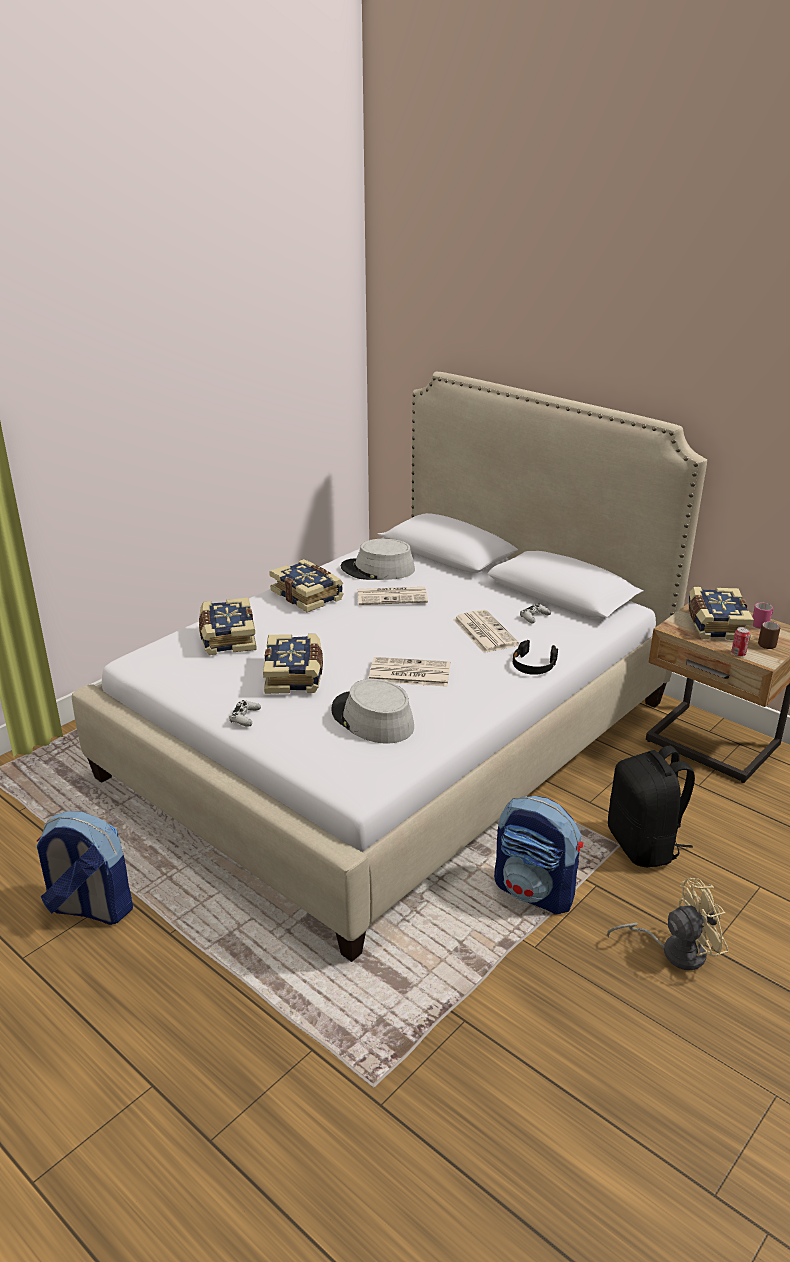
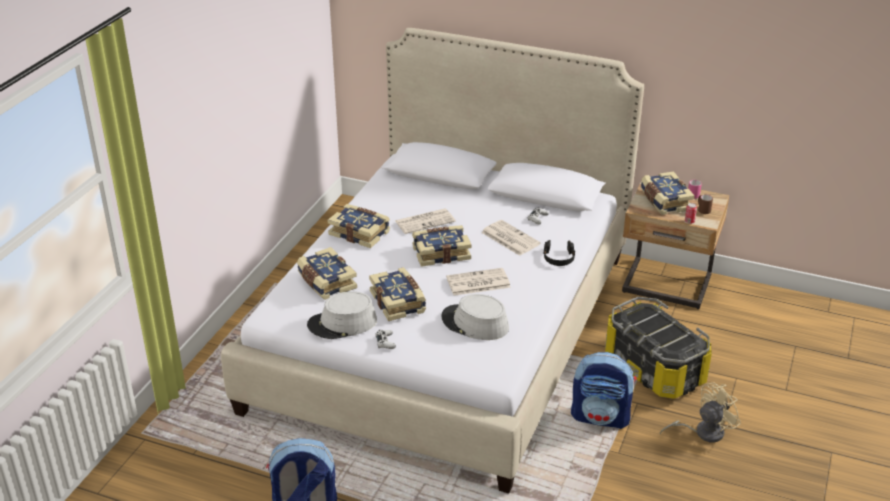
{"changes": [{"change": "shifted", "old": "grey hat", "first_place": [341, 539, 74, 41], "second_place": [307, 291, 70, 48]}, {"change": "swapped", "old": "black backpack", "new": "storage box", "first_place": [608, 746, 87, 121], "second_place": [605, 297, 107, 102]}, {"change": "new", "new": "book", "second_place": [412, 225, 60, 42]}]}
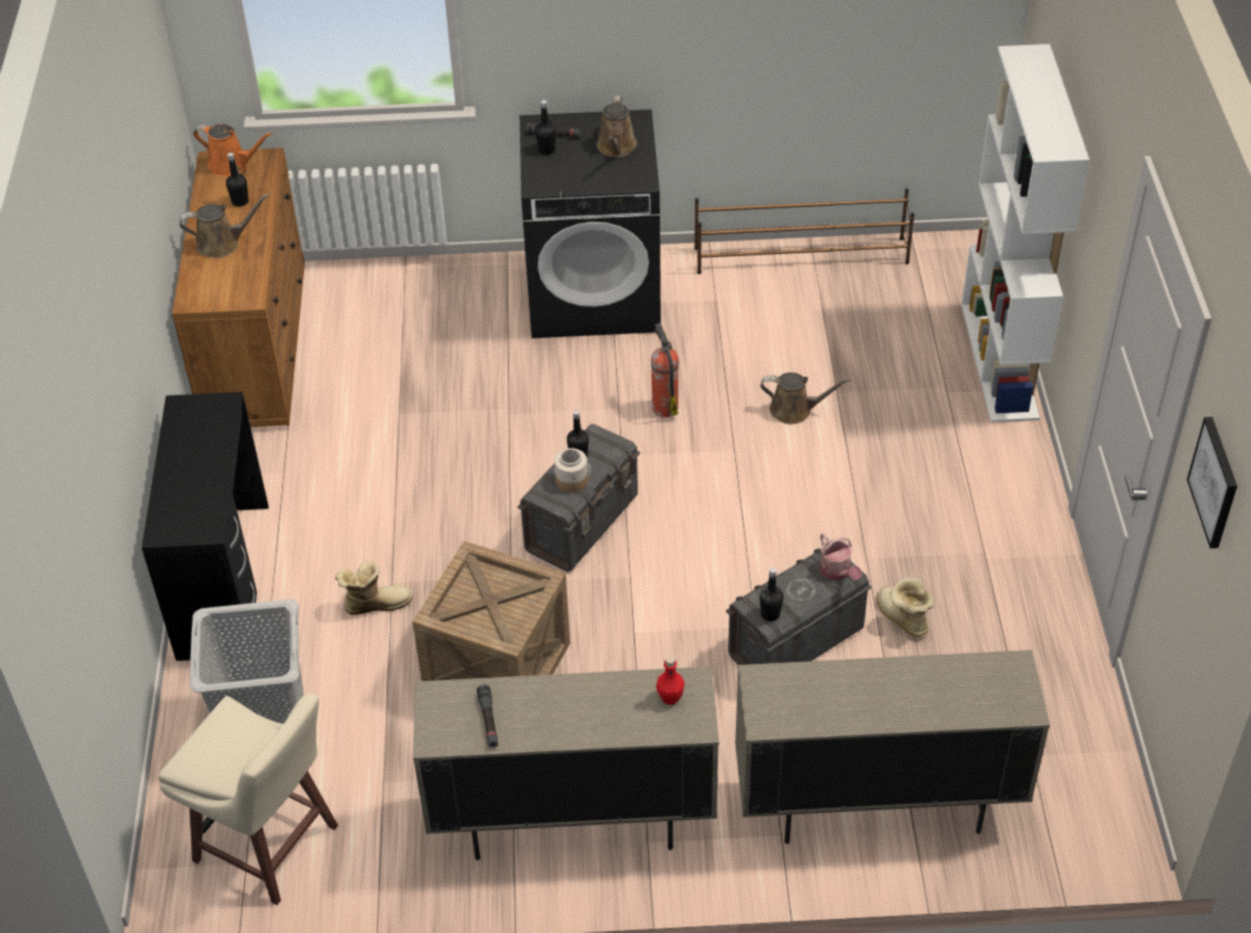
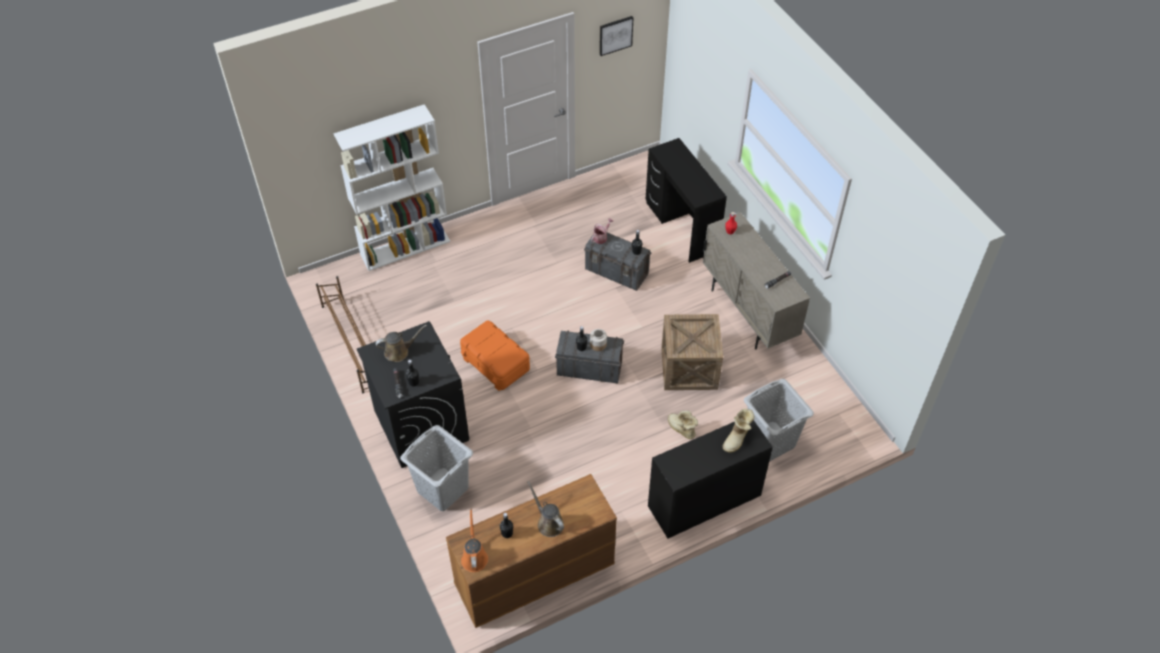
{"changes": [{"change": "gone", "old": "beige stool", "first_place": [158, 693, 180, 212]}, {"change": "swapped", "old": "fire extinguisher", "new": "orange storage box", "first_place": [651, 323, 28, 94], "second_place": [460, 321, 70, 70]}, {"change": "swapped", "old": "beige cabinet", "new": "black desk", "first_place": [735, 650, 315, 194], "second_place": [645, 138, 82, 125]}, {"change": "gone", "old": "brown watering can", "first_place": [760, 372, 91, 52]}, {"change": "shifted", "old": "boot", "first_place": [877, 578, 57, 59], "second_place": [723, 408, 32, 45]}, {"change": "new", "new": "grey laundry basket", "second_place": [400, 425, 73, 86]}]}
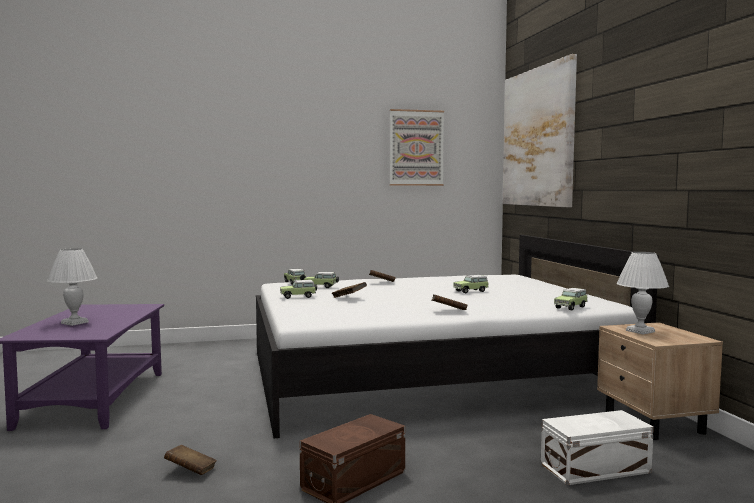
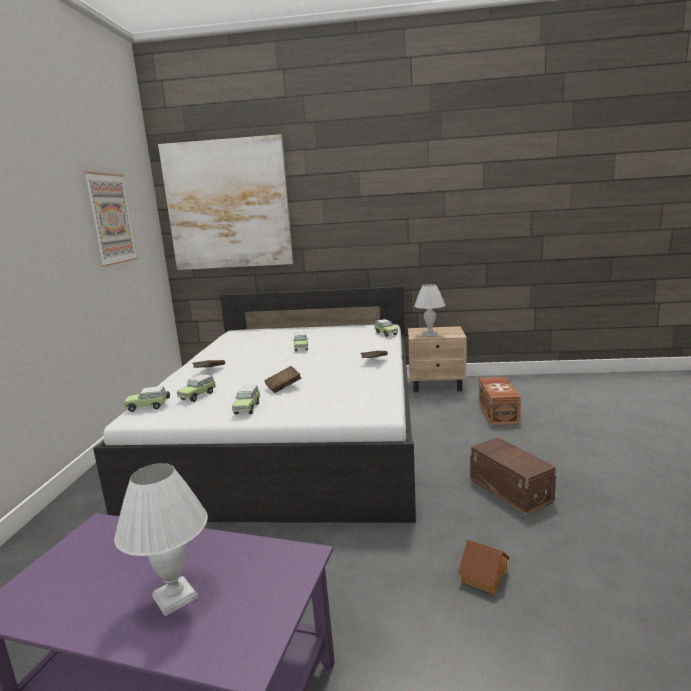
{"changes": [{"change": "swapped", "old": "brown book", "new": "toy house", "first_place": [164, 445, 53, 30], "second_place": [458, 539, 51, 56]}, {"change": "repainted", "old": "white storage box", "new": "brown storage box", "first_place": [541, 410, 113, 75], "second_place": [479, 377, 42, 48]}]}
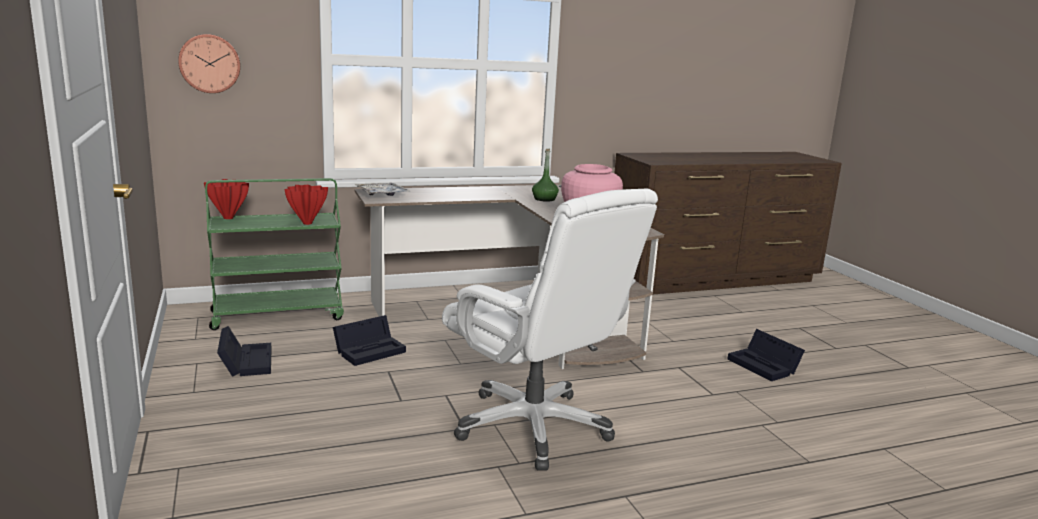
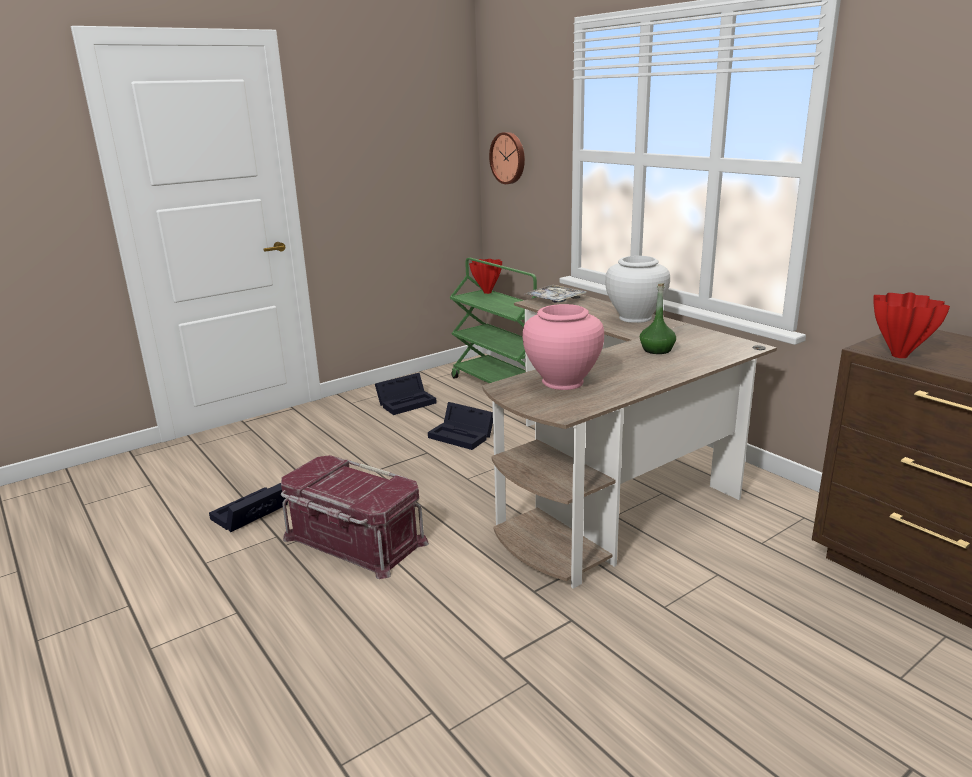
{"changes": [{"change": "shifted", "old": "red vase", "first_place": [284, 185, 44, 40], "second_place": [874, 292, 76, 66]}, {"change": "swapped", "old": "white office chair", "new": "red storage box", "first_place": [442, 189, 216, 282], "second_place": [281, 455, 148, 124]}, {"change": "shifted", "old": "black storage box", "first_place": [727, 329, 78, 52], "second_place": [209, 483, 79, 49]}, {"change": "new", "new": "white vase", "second_place": [605, 256, 65, 67]}]}
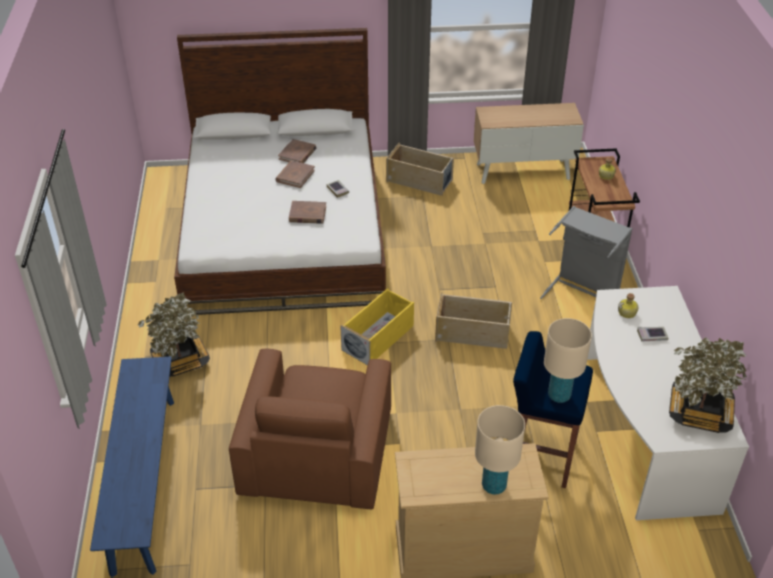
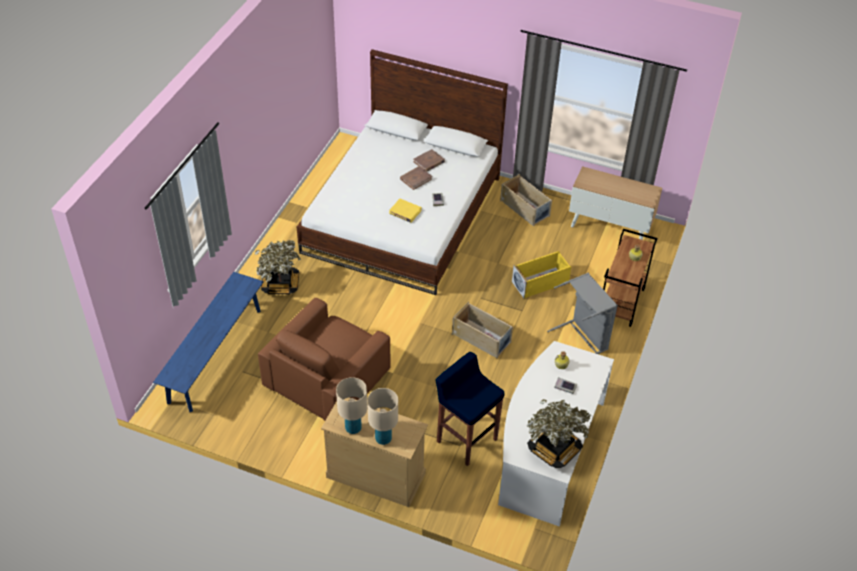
{"changes": [{"change": "repainted", "old": "brown book", "new": "yellow book", "first_place": [289, 201, 37, 23], "second_place": [389, 199, 33, 24]}, {"change": "shifted", "old": "yellow storage box", "first_place": [340, 288, 74, 78], "second_place": [512, 251, 59, 48]}, {"change": "shifted", "old": "beige table lamp", "first_place": [544, 318, 48, 85], "second_place": [336, 377, 31, 57]}]}
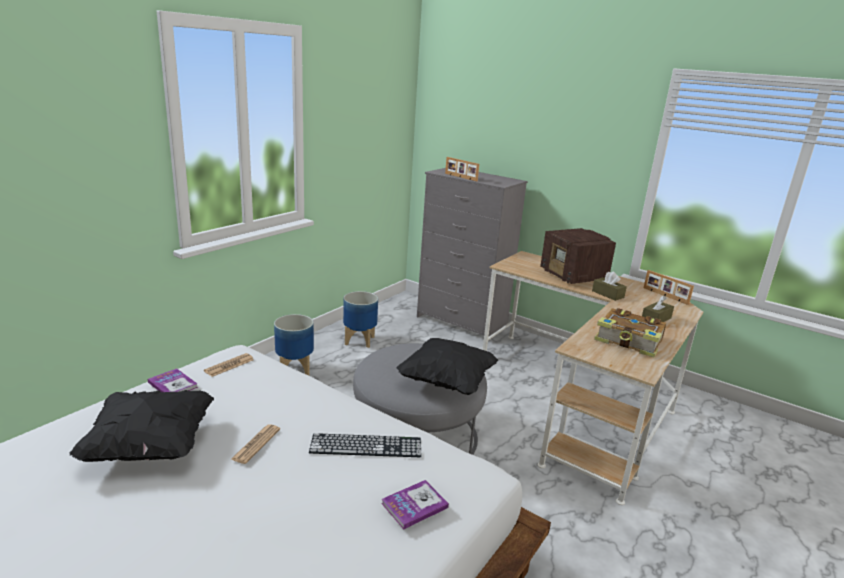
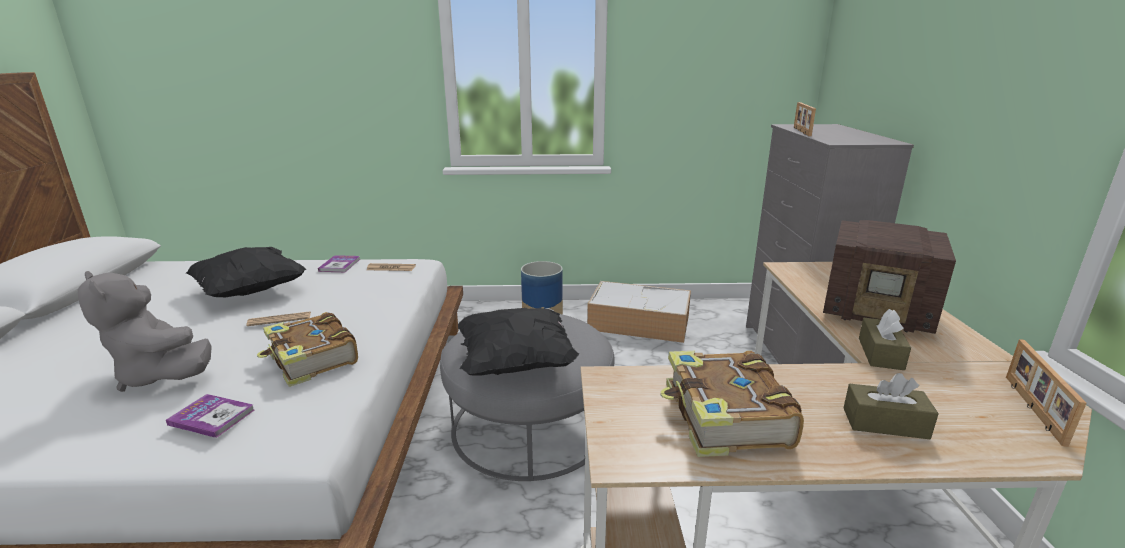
{"changes": [{"change": "swapped", "old": "keyboard", "new": "book", "first_place": [309, 433, 113, 24], "second_place": [257, 312, 101, 75]}, {"change": "swapped", "old": "planter", "new": "storage box", "first_place": [343, 291, 35, 57], "second_place": [587, 281, 104, 62]}, {"change": "rotated", "old": "radio", "first_place": [540, 228, 76, 56], "second_place": [823, 220, 133, 114], "degrees": -90}, {"change": "new", "new": "grey plush toy", "second_place": [78, 271, 134, 121]}]}
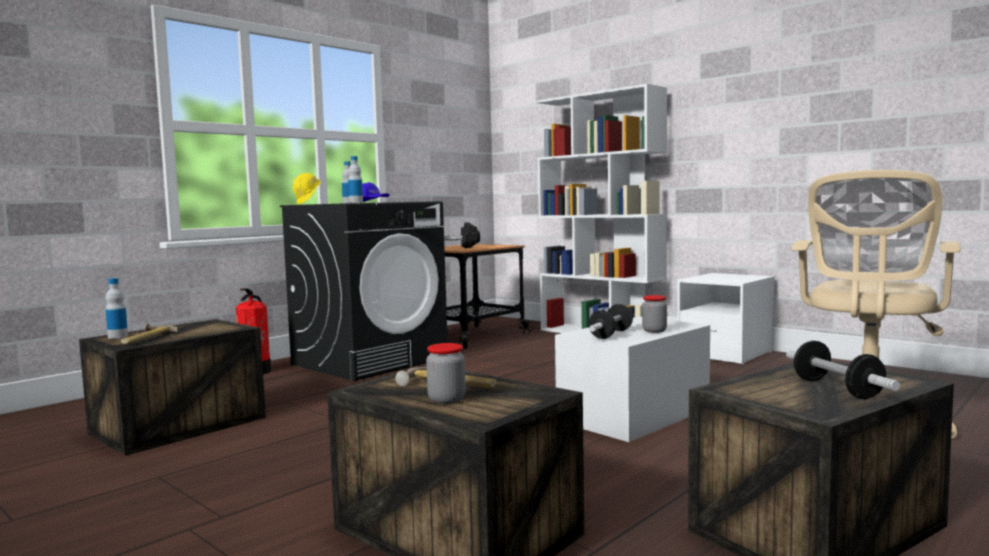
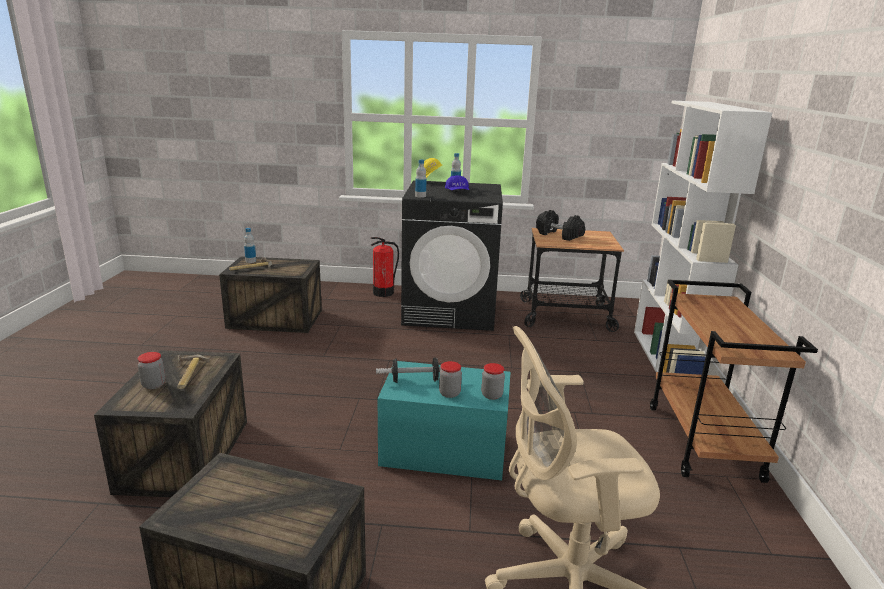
{"changes": [{"change": "repainted", "old": "white storage box", "new": "turquoise storage box", "first_place": [555, 316, 155, 126], "second_place": [378, 361, 133, 119]}, {"change": "swapped", "old": "white nightstand", "new": "brown cart", "first_place": [677, 273, 98, 92], "second_place": [650, 280, 168, 203]}, {"change": "gone", "old": "dumbbell", "first_place": [786, 340, 114, 59]}, {"change": "new", "new": "jar", "second_place": [482, 363, 23, 37]}]}
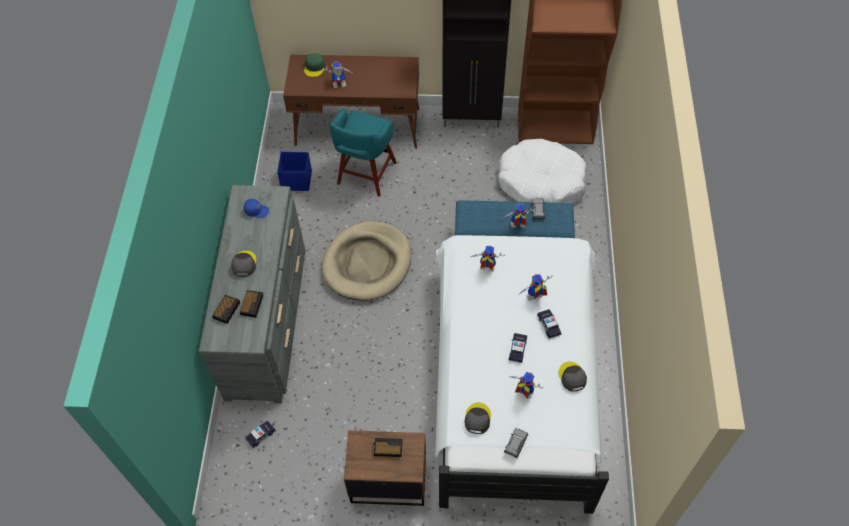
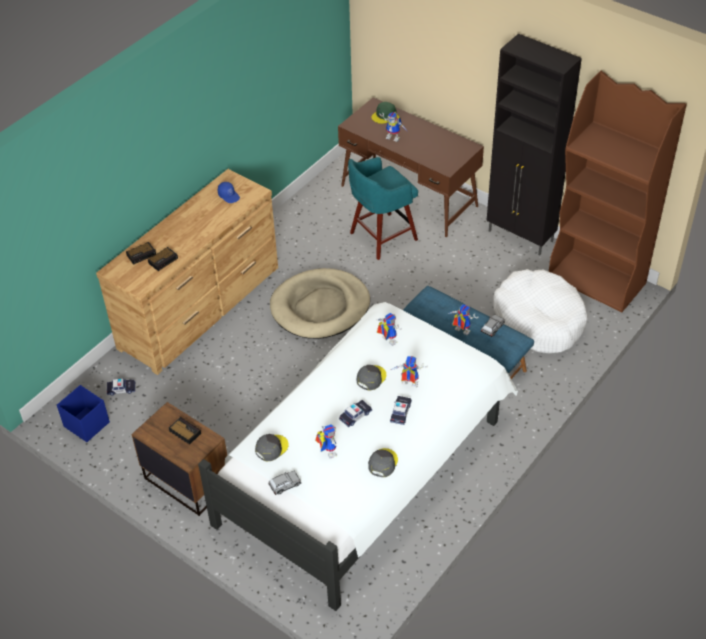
{"changes": [{"change": "repainted", "old": "grey dresser", "new": "brown dresser", "first_place": [199, 185, 106, 218], "second_place": [96, 169, 182, 206]}, {"change": "shifted", "old": "grey cap", "first_place": [231, 250, 26, 27], "second_place": [357, 365, 29, 26]}, {"change": "shifted", "old": "blue storage box", "first_place": [277, 152, 35, 39], "second_place": [57, 385, 53, 57]}]}
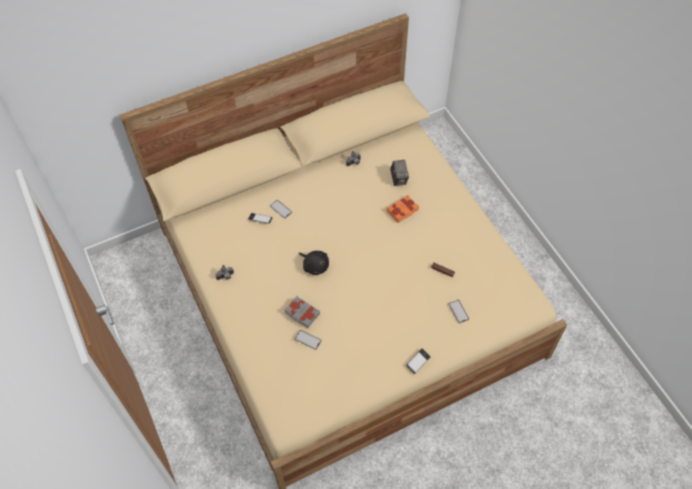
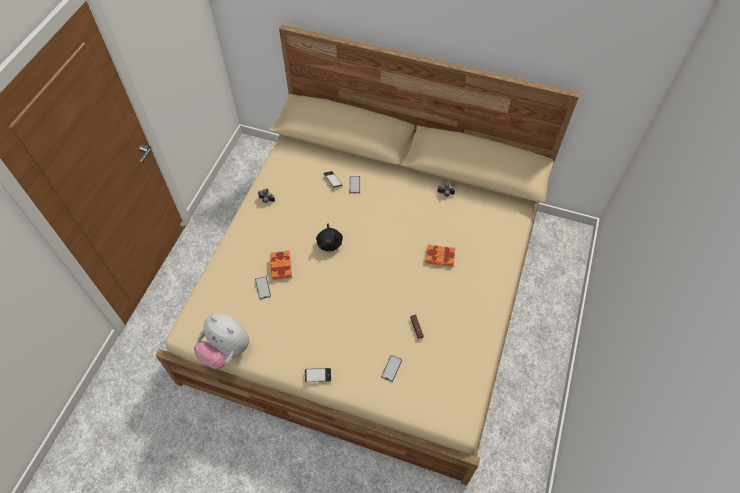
{"changes": [{"change": "repainted", "old": "grey book", "new": "orange book", "first_place": [285, 296, 35, 32], "second_place": [270, 250, 22, 30]}, {"change": "gone", "old": "photo camera", "first_place": [390, 160, 19, 26]}, {"change": "new", "new": "plush toy", "second_place": [194, 313, 56, 56]}]}
